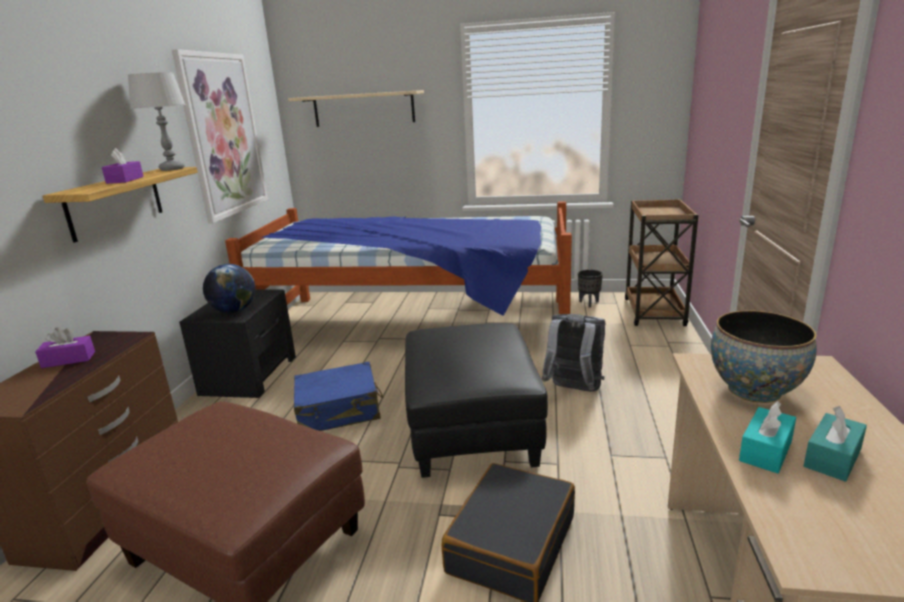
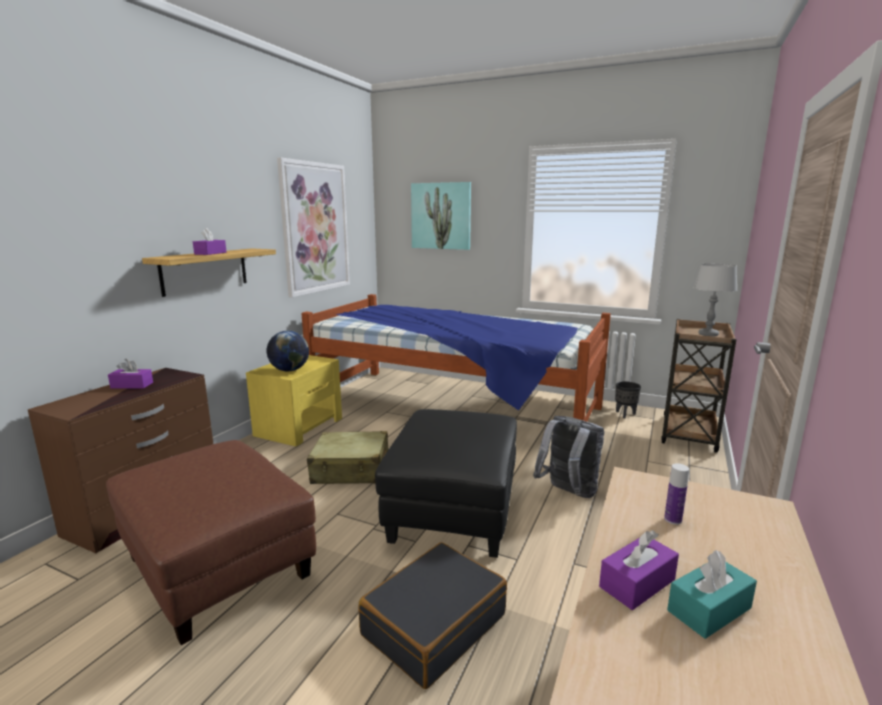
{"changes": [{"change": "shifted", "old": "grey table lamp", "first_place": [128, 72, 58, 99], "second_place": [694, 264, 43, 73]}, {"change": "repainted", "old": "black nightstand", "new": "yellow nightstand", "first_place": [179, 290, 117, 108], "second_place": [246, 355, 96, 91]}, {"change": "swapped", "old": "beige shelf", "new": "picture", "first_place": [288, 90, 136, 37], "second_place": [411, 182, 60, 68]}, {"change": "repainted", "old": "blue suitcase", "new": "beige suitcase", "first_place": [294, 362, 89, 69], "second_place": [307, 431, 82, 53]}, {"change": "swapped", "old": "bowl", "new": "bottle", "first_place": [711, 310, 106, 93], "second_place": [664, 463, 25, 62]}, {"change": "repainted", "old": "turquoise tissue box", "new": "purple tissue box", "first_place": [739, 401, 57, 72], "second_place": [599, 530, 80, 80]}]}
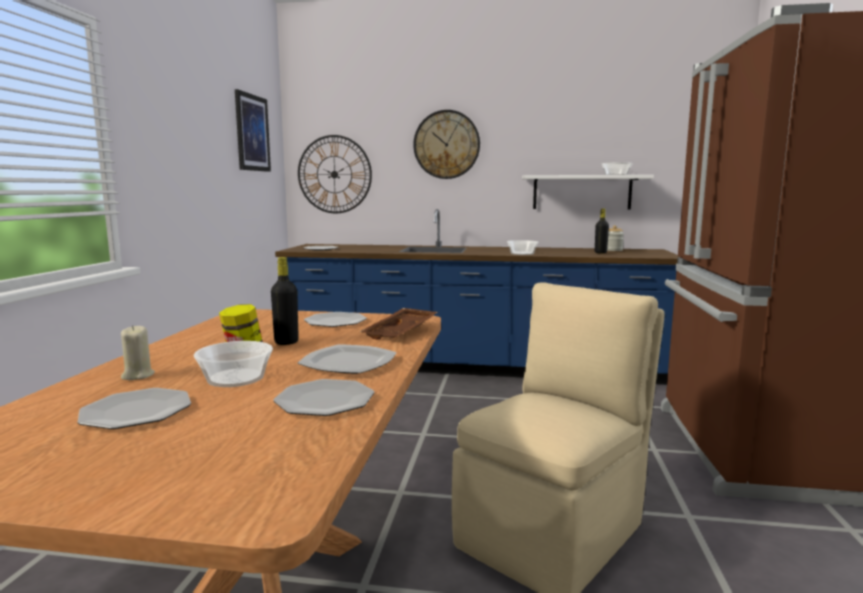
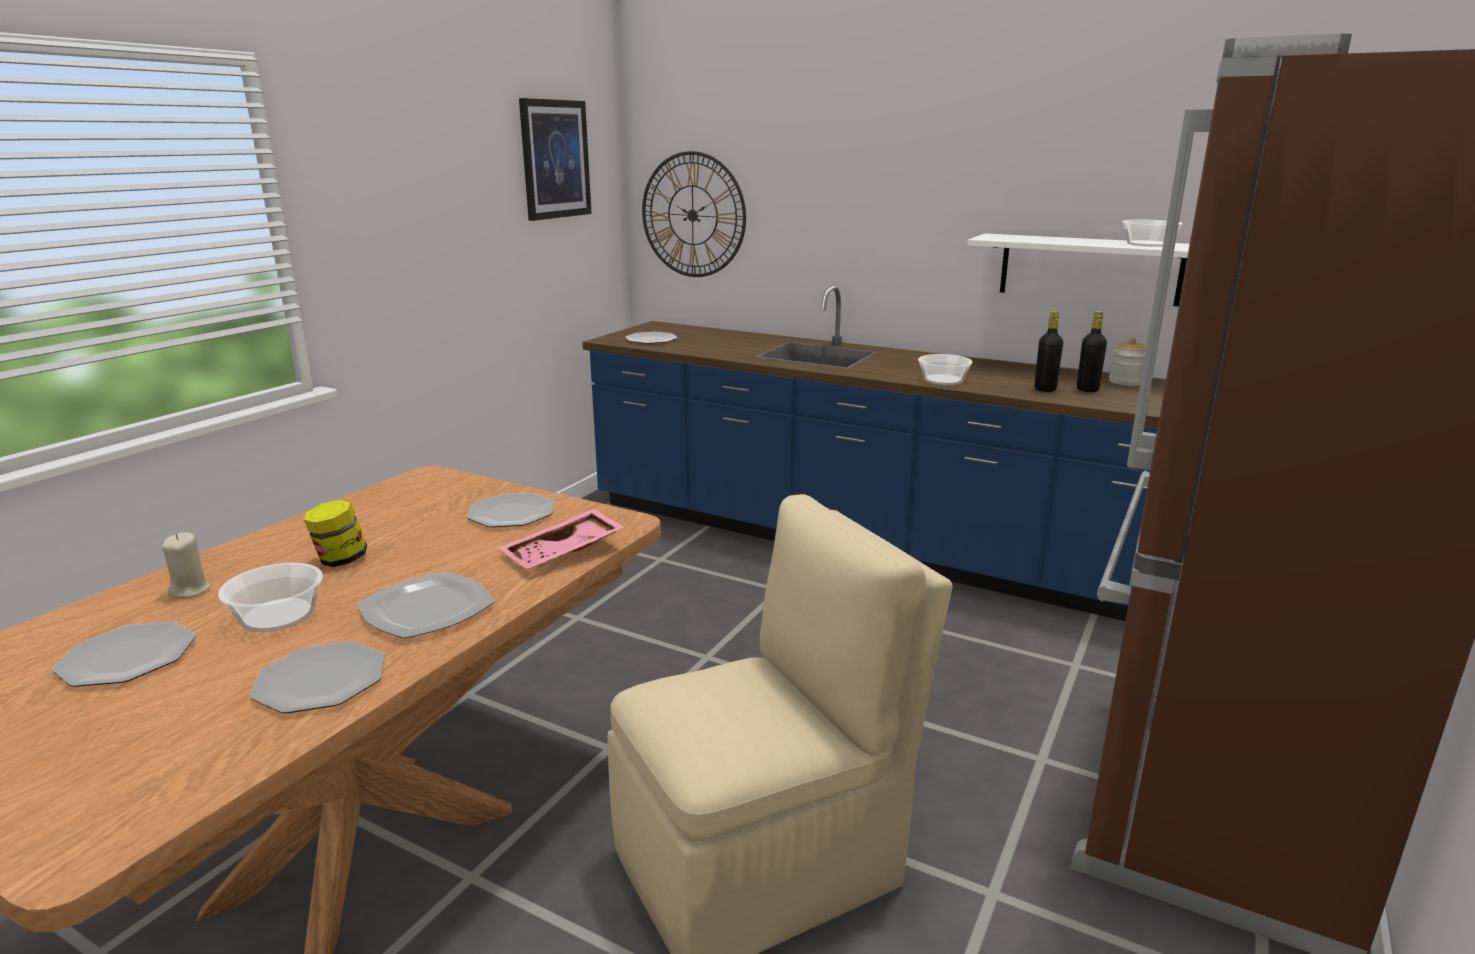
{"changes": [{"change": "shifted", "old": "black bottle", "first_place": [271, 257, 28, 88], "second_place": [1034, 311, 29, 81]}, {"change": "repainted", "old": "brown tray", "new": "pink tray", "first_place": [360, 308, 78, 32], "second_place": [499, 509, 125, 60]}, {"change": "gone", "old": "wall clock", "first_place": [413, 110, 67, 69]}]}
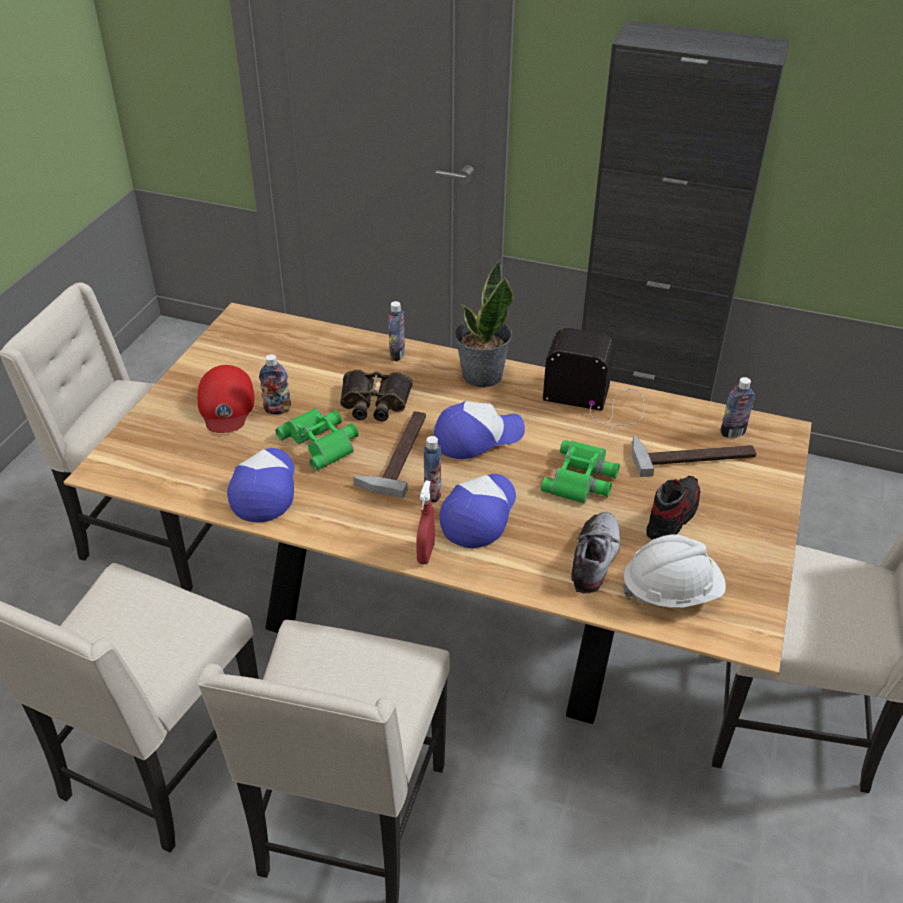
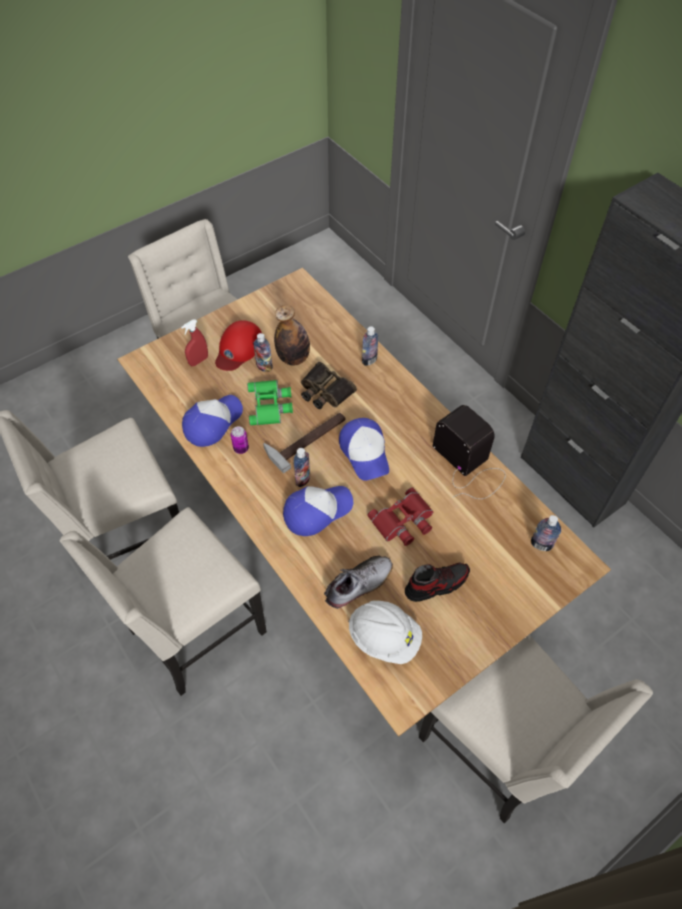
{"changes": [{"change": "shifted", "old": "red spray bottle", "first_place": [416, 480, 19, 84], "second_place": [181, 319, 27, 47]}, {"change": "rotated", "old": "cap", "first_place": [434, 401, 91, 58], "second_place": [339, 418, 50, 63], "degrees": 60}, {"change": "gone", "old": "potted plant", "first_place": [454, 260, 60, 128]}, {"change": "repainted", "old": "green binoculars", "new": "red binoculars", "first_place": [541, 440, 79, 64], "second_place": [368, 487, 65, 59]}, {"change": "gone", "old": "hammer", "first_place": [632, 435, 125, 42]}, {"change": "new", "new": "can", "second_place": [231, 426, 18, 28]}, {"change": "new", "new": "bottle", "second_place": [274, 305, 36, 61]}]}
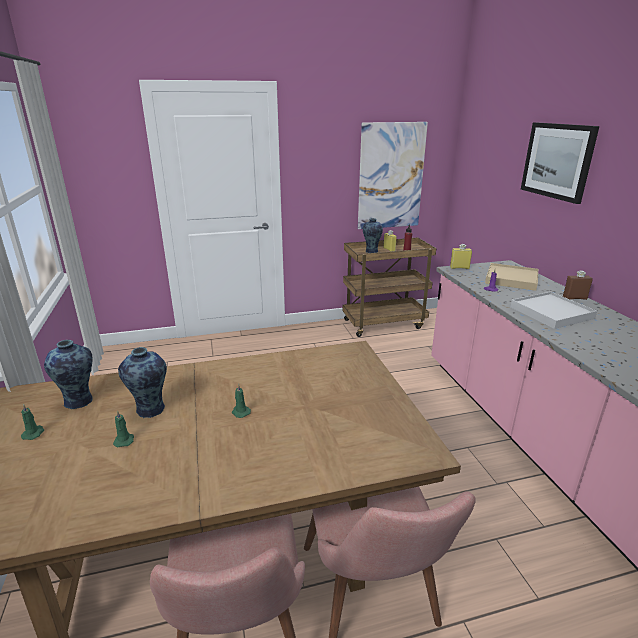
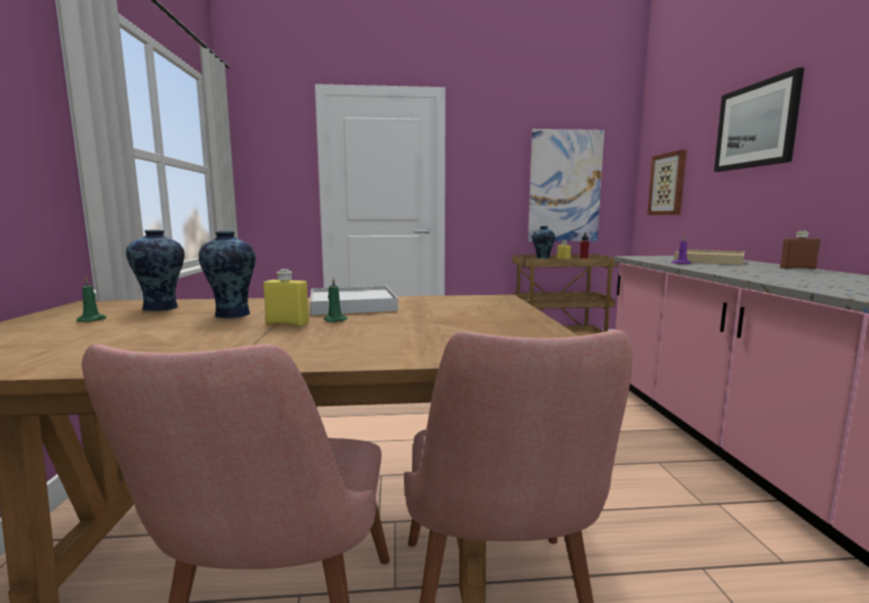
{"changes": [{"change": "gone", "old": "green candle", "first_place": [113, 410, 21, 37]}, {"change": "shifted", "old": "yellow bottle", "first_place": [450, 244, 22, 25], "second_place": [263, 269, 46, 57]}, {"change": "shifted", "old": "white tray", "first_place": [510, 292, 87, 37], "second_place": [310, 286, 88, 29]}, {"change": "new", "new": "picture", "second_place": [647, 150, 40, 65]}]}
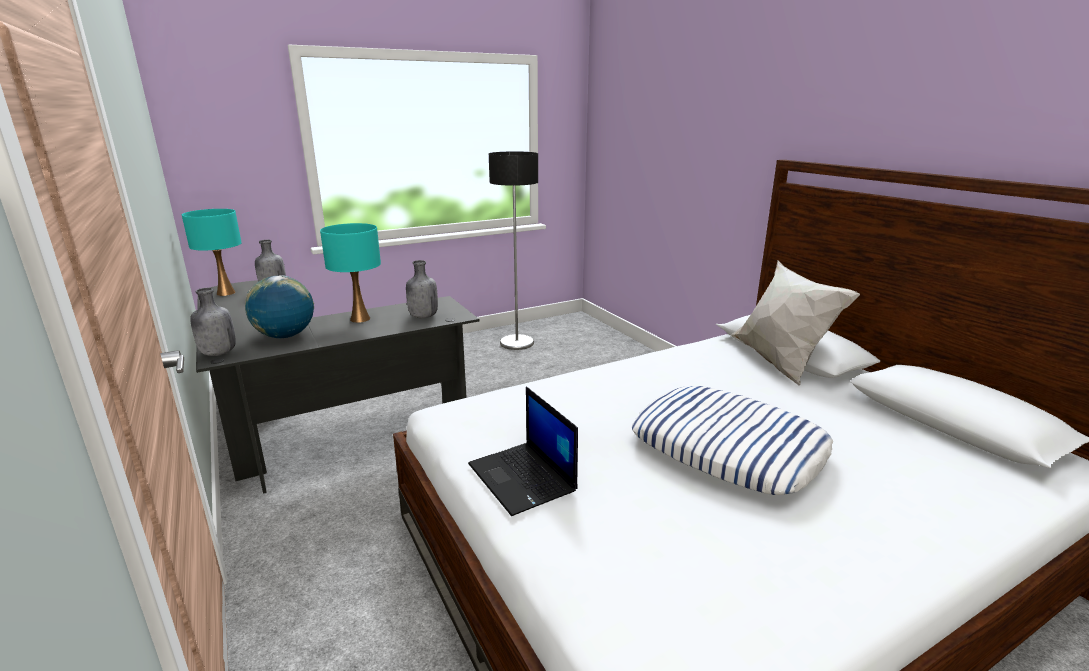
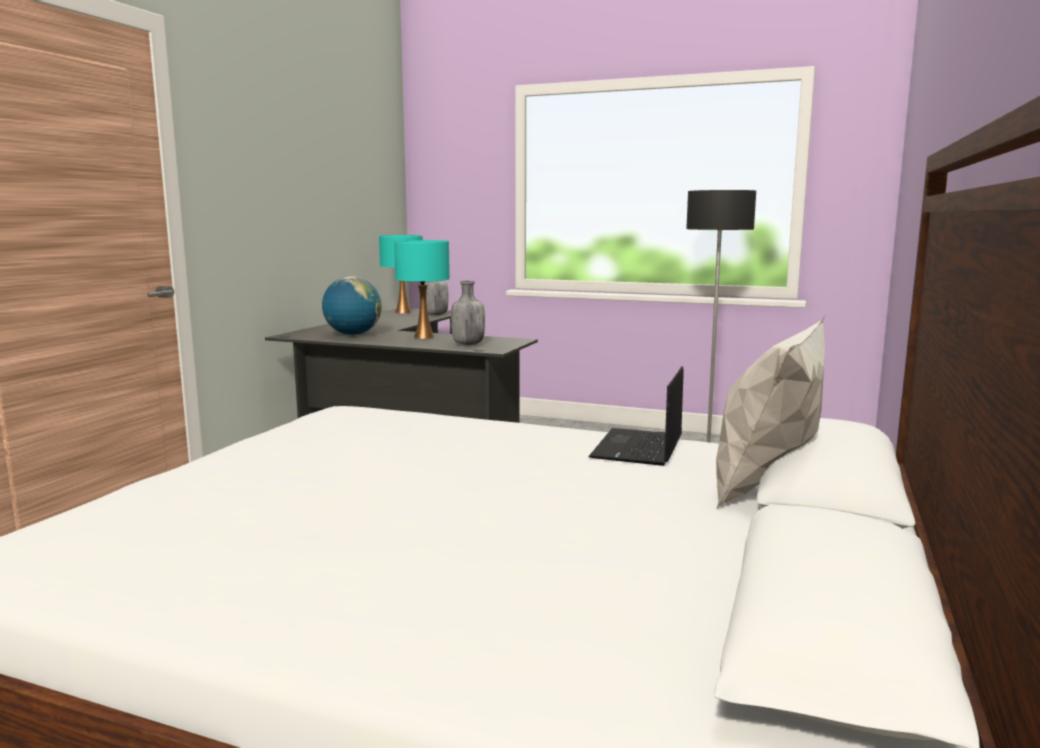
{"changes": [{"change": "gone", "old": "grey bottle", "first_place": [190, 288, 46, 68]}, {"change": "shifted", "old": "laptop", "first_place": [468, 387, 110, 129], "second_place": [588, 366, 95, 100]}, {"change": "gone", "old": "pillow", "first_place": [632, 386, 201, 109]}]}
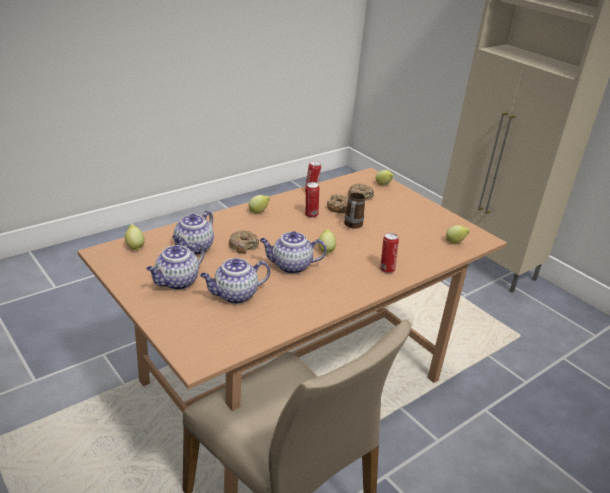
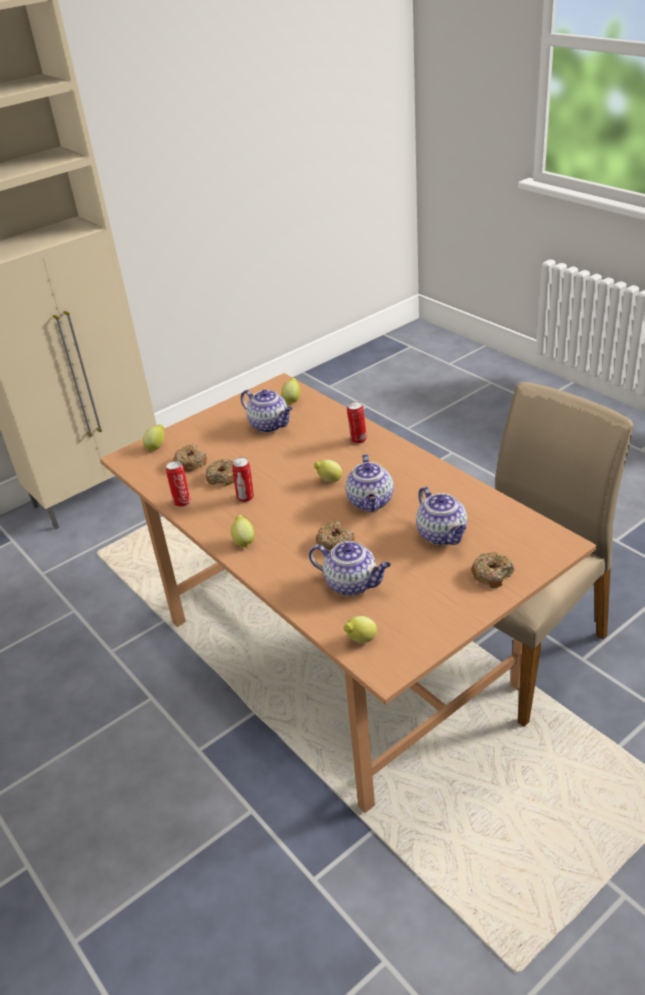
{"changes": [{"change": "shifted", "old": "teapot", "first_place": [146, 243, 59, 47], "second_place": [241, 390, 52, 43]}, {"change": "gone", "old": "mug", "first_place": [344, 192, 22, 37]}, {"change": "new", "new": "donut", "second_place": [471, 552, 44, 36]}]}
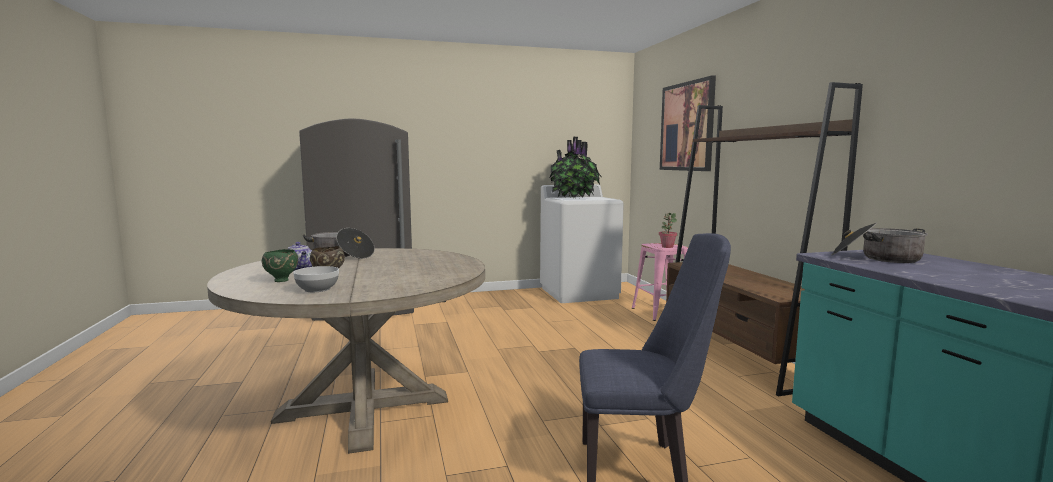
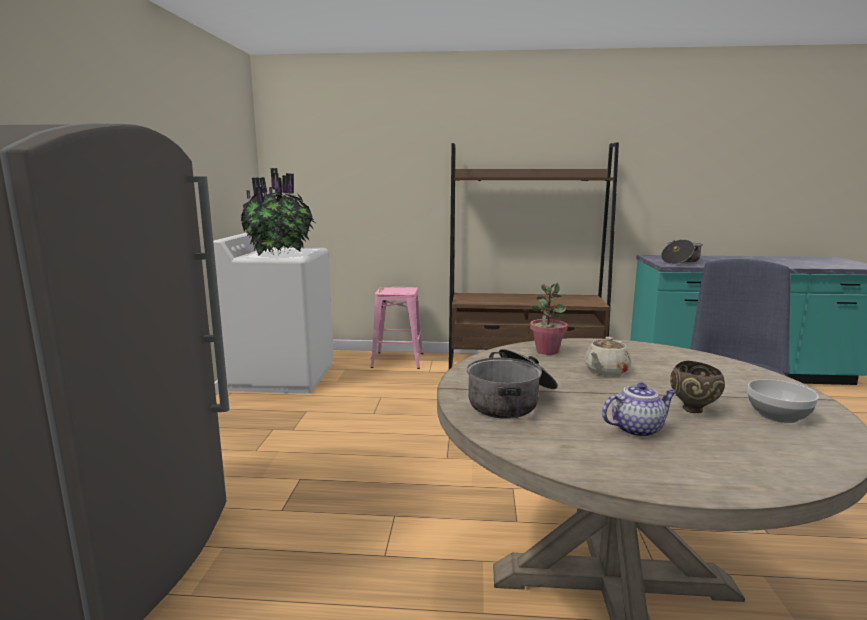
{"changes": [{"change": "gone", "old": "green bowl", "first_place": [262, 249, 36, 33]}, {"change": "shifted", "old": "potted plant", "first_place": [659, 213, 19, 35], "second_place": [530, 283, 38, 72]}, {"change": "gone", "old": "picture", "first_place": [660, 75, 56, 96]}, {"change": "new", "new": "beige teapot", "second_place": [584, 337, 47, 39]}]}
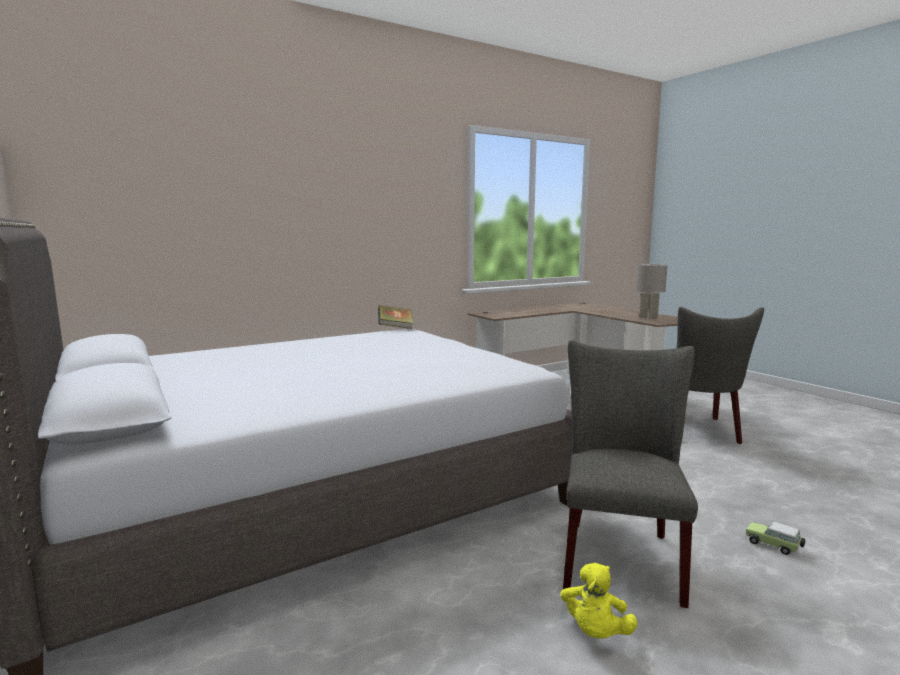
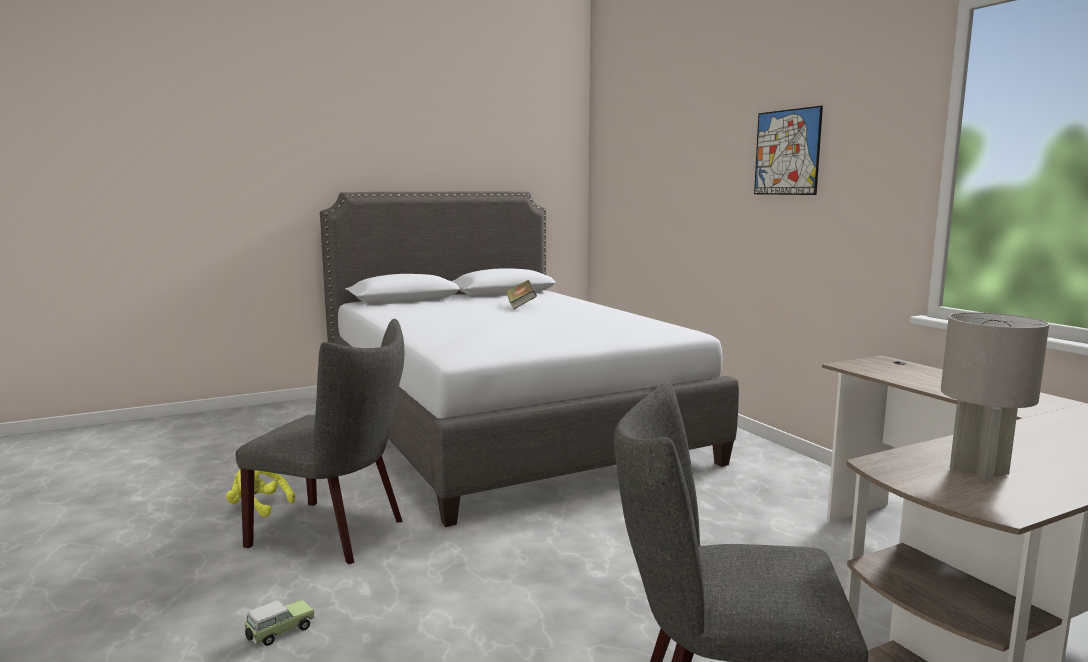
{"changes": [{"change": "shifted", "old": "book", "first_place": [378, 305, 36, 24], "second_place": [506, 280, 31, 29]}, {"change": "new", "new": "picture", "second_place": [754, 106, 69, 89]}]}
